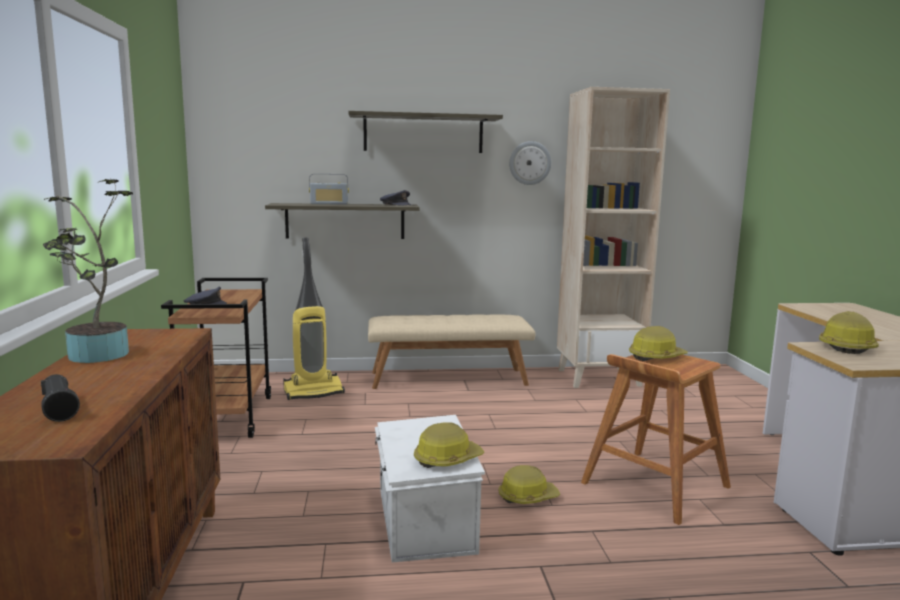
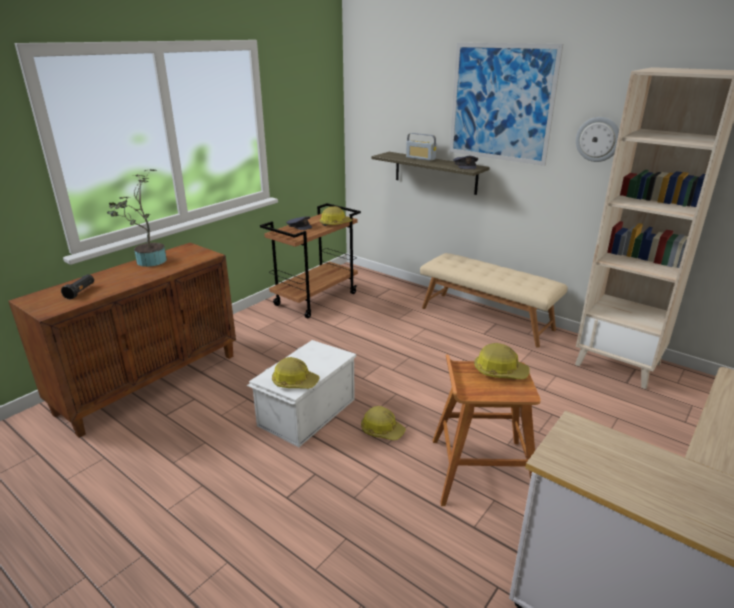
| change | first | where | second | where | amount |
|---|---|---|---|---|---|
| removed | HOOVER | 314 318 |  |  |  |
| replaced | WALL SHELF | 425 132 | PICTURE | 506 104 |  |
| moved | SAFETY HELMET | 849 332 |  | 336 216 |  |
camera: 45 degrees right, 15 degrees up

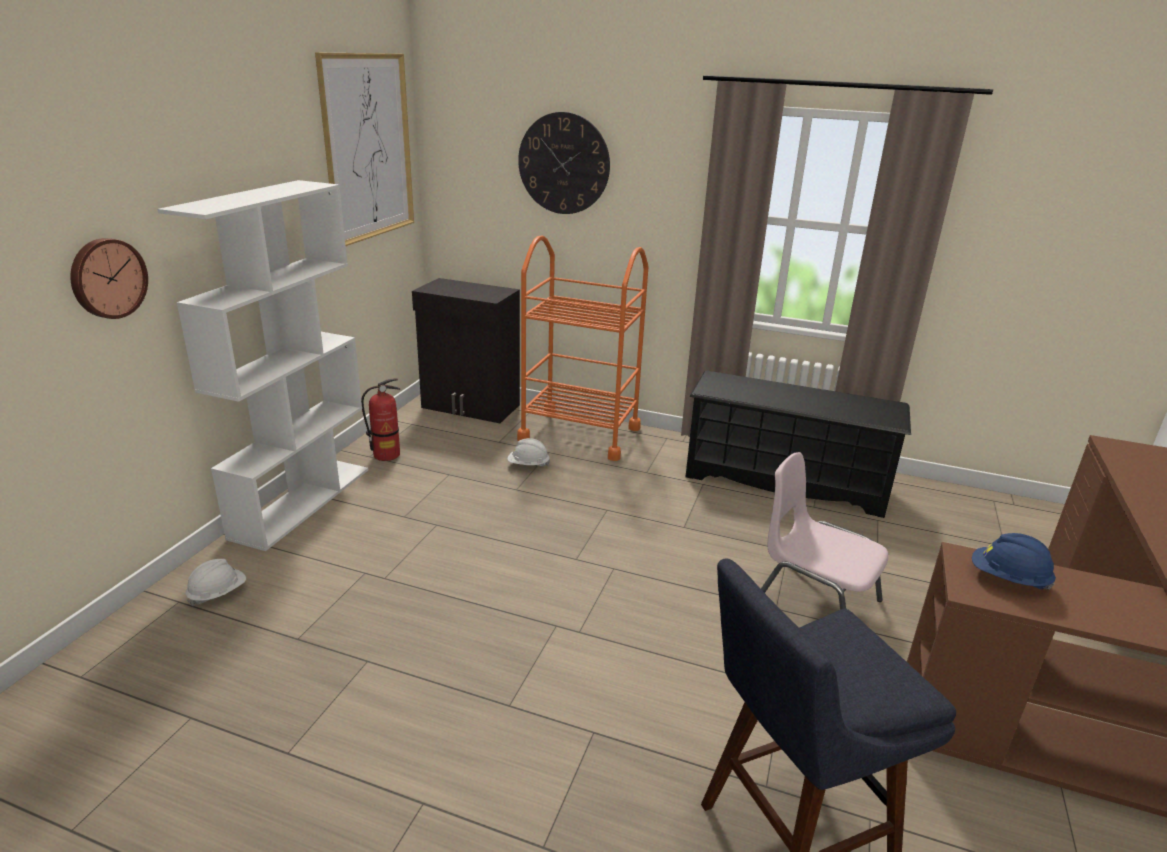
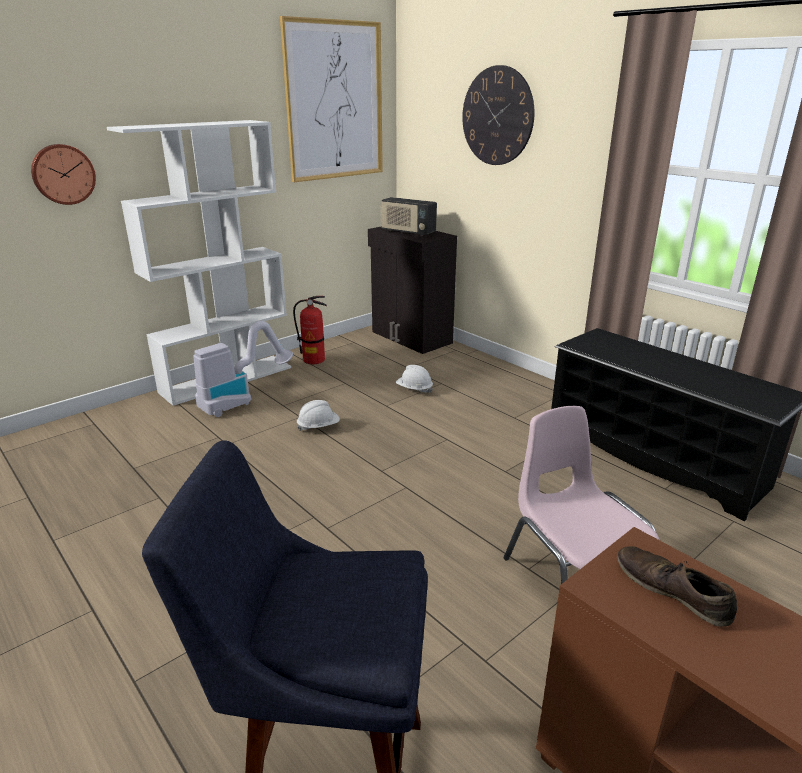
| change | first | where | second | where | amount |
|---|---|---|---|---|---|
| moved | WHITE SAFETY HELMET | 215 582 |  | 318 415 |  |
| removed | ORANGEY WHEELED CART | 583 348 |  |  |  |
| replaced | BLUE-COLOURED SAFETY HELMET | 1014 561 | BROWNISH LOW SHOE | 677 586 |  |
| added |  |  | HOOVER | 243 369 |  |
| added |  |  | RADIO | 409 216 |  |
camera: 30 degrees right, 0 degrees up

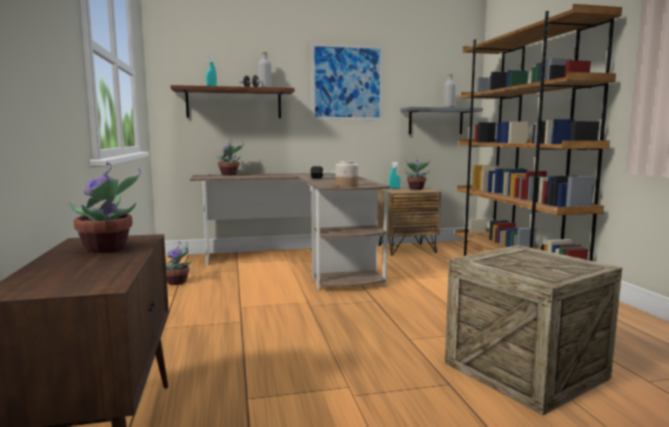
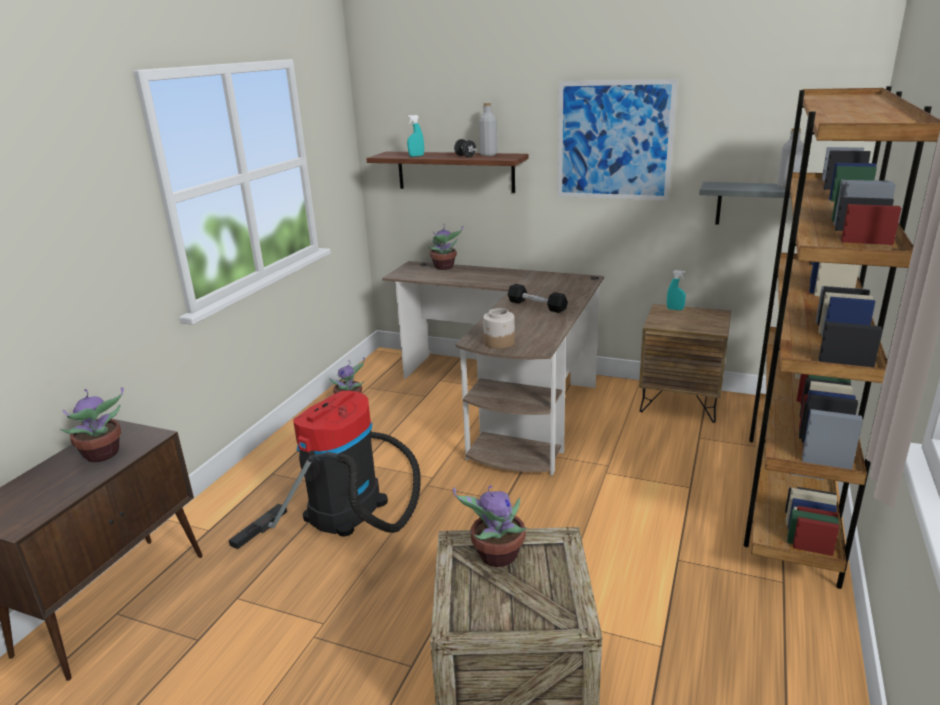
| change | first | where | second | where | amount |
|---|---|---|---|---|---|
| moved | POTTED PLANT | 417 173 |  | 490 526 |  |
| added |  |  | HOOVER | 325 470 |  |
camera: 35 degrees right, 15 degrees up

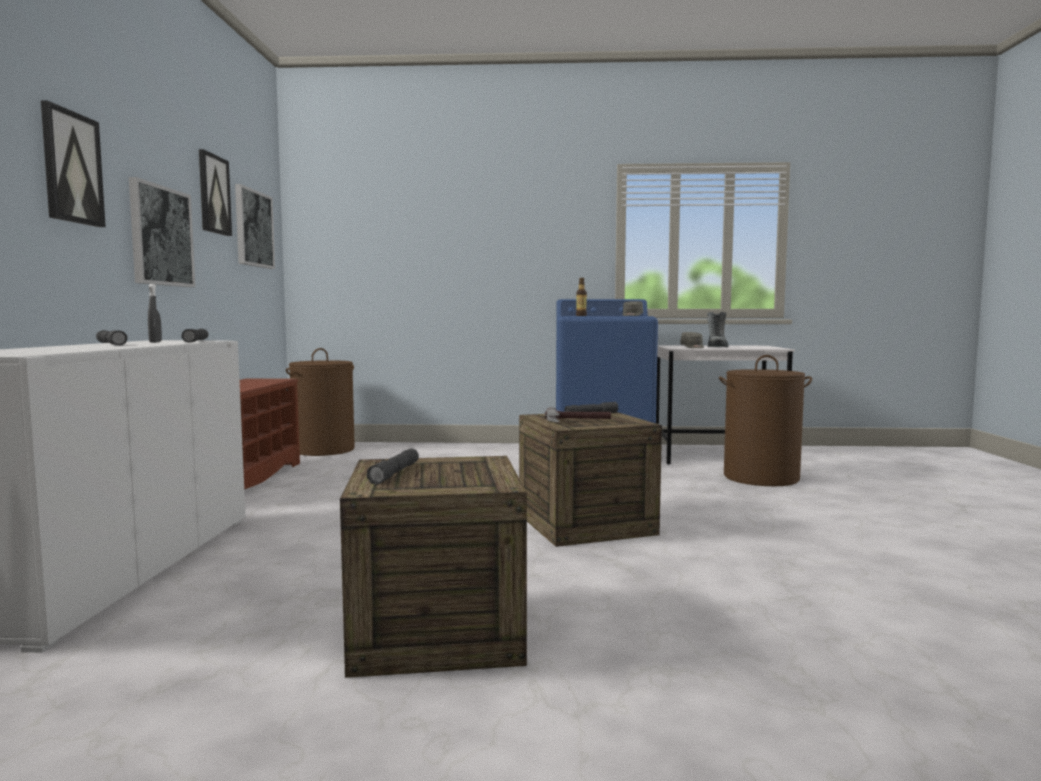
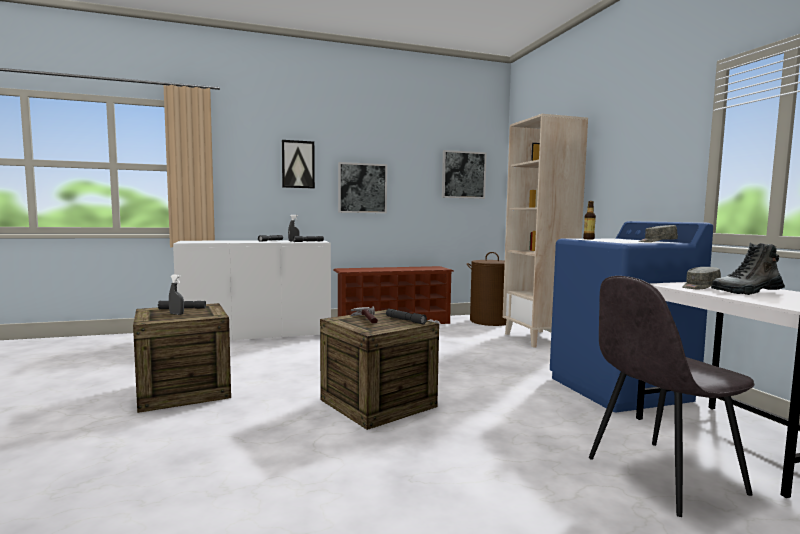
| change | first | where | second | where | amount |
|---|---|---|---|---|---|
| removed | PICTURE | 215 192 |  |  |  |
| replaced | BROWNISH WASHING BASKET | 765 420 | GRAY CHAIR | 671 396 |  |
| added |  |  | GRAY SPRAY BOTTLE | 176 294 |  |
| added |  |  | BEIGE SHELVING UNIT | 545 231 |  |
camera: 70 degrees right, 0 degrees up

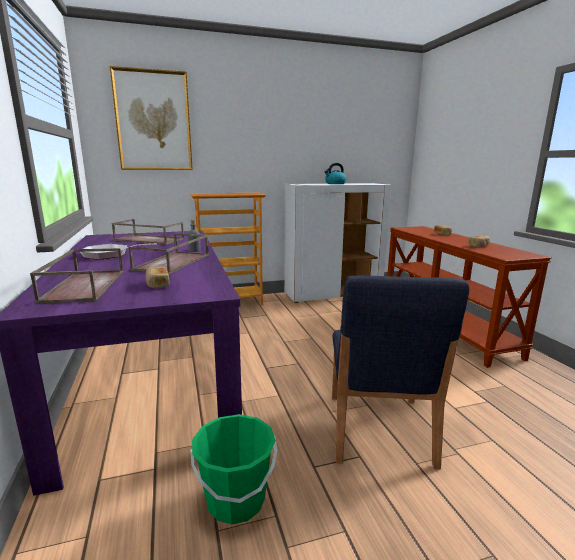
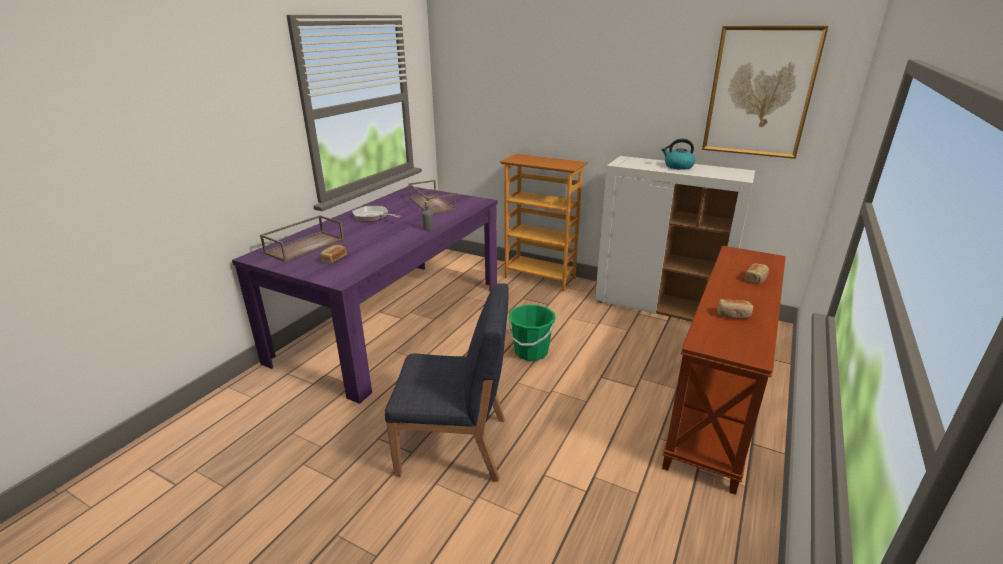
| change | first | where | second | where | amount |
|---|---|---|---|---|---|
| moved | PICTURE | 151 118 |  | 765 92 |  |
| removed | BROWNISH CARRYING TRAY | 169 253 |  |  |  |
| moved | GREENISH WATER BUCKET | 233 469 |  | 532 333 |  |
| turned | BLUE-COLOURED CHAIR | 401 372 |  | 447 383 | 135 degrees counterclockwise |
camera: 45 degrees right, 10 degrees up

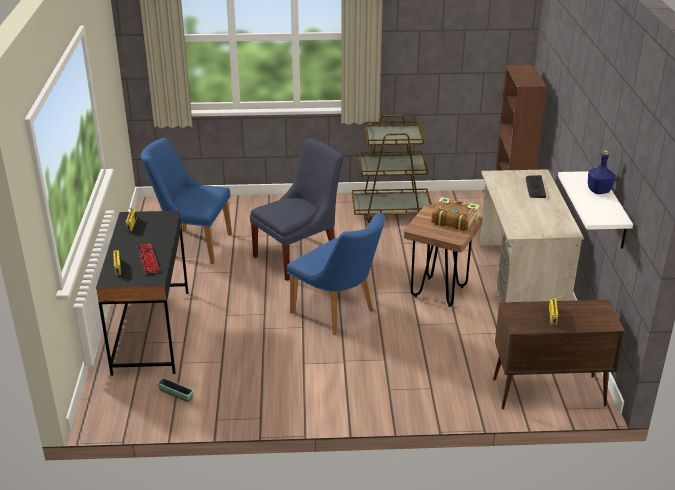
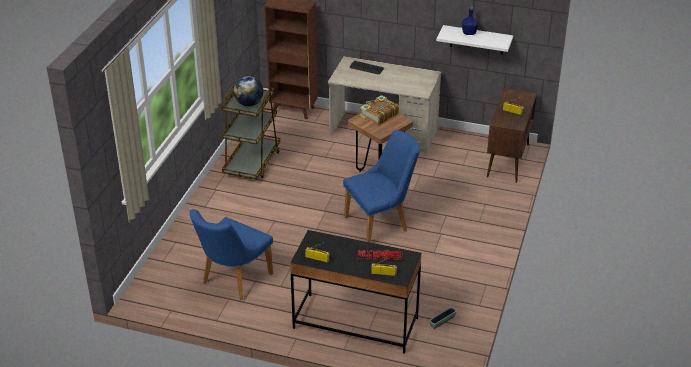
| change | first | where | second | where | amount |
|---|---|---|---|---|---|
| removed | BLUE-COLOURED CHAIR | 297 209 |  |  |  |
| added |  |  | GLOBE | 248 91 |  |
camera: 70 degrees left, 5 degrees up

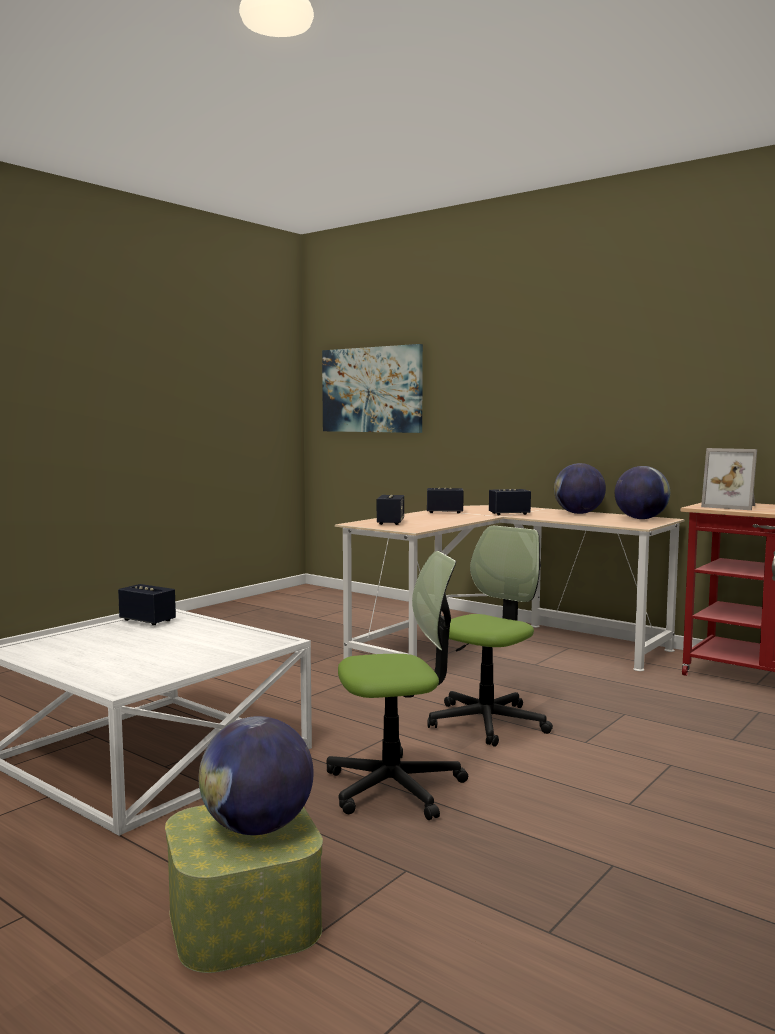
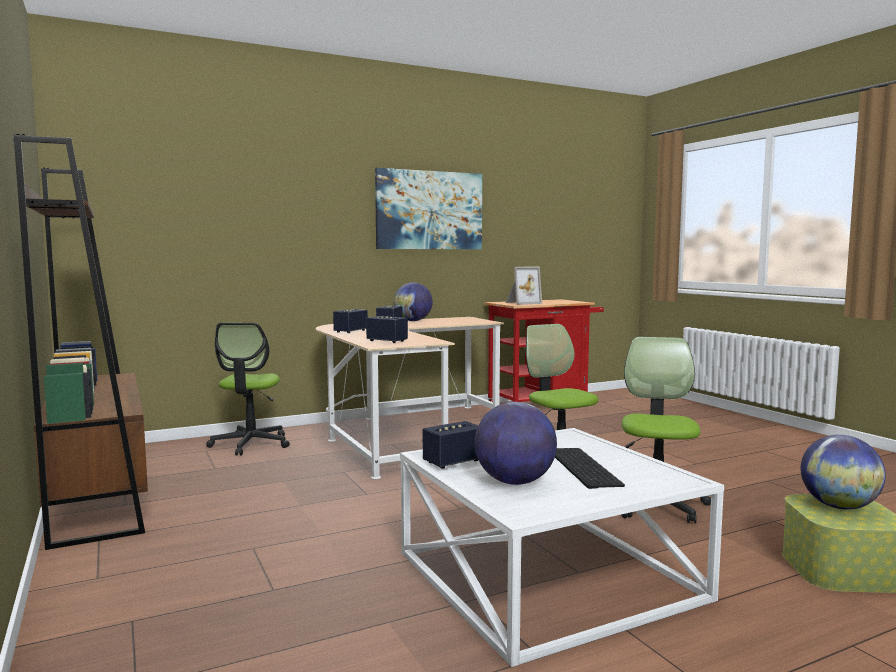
| change | first | where | second | where | amount |
|---|---|---|---|---|---|
| moved | PICTURE | 372 388 |  | 428 208 |  |
| moved | GLOBE | 642 492 |  | 516 443 |  |
| added |  |  | BROWNISH SHELVING UNIT | 80 342 |  |
| added |  |  | OFFICE CHAIR | 248 389 |  |
| added |  |  | KEYBOARD | 590 468 |  |
camera: 65 degrees left, 0 degrees up

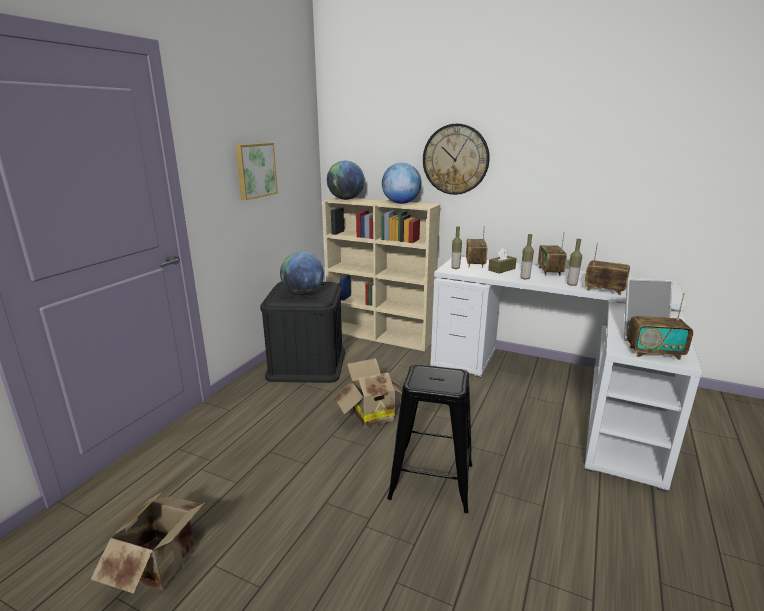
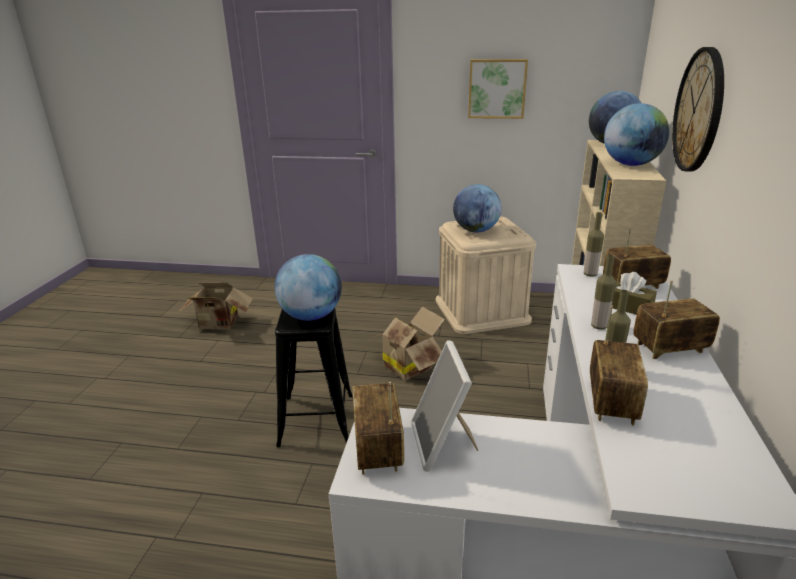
| change | first | where | second | where | amount |
|---|---|---|---|---|---|
| recoloured | BLACK STORAGE BIN | 302 332 | BEIGE STORAGE BIN | 486 275 |  |
| added |  |  | GLOBE | 308 287 |  |
camera: 75 degrees right, 5 degrees up

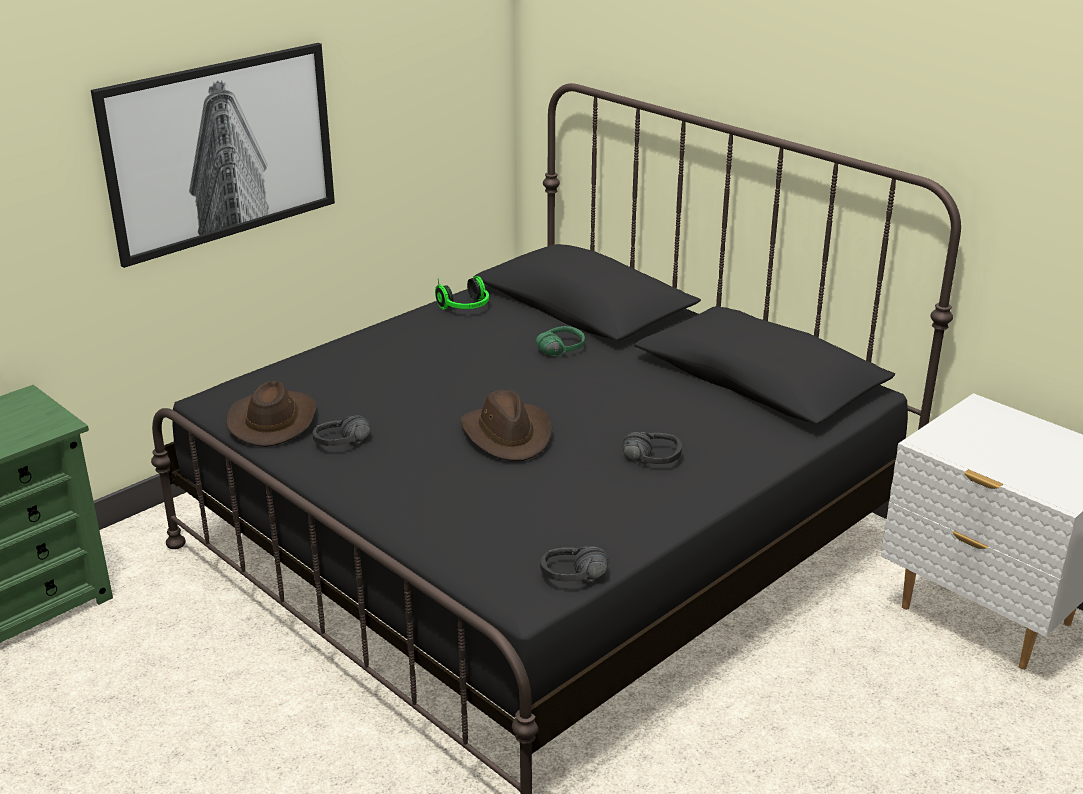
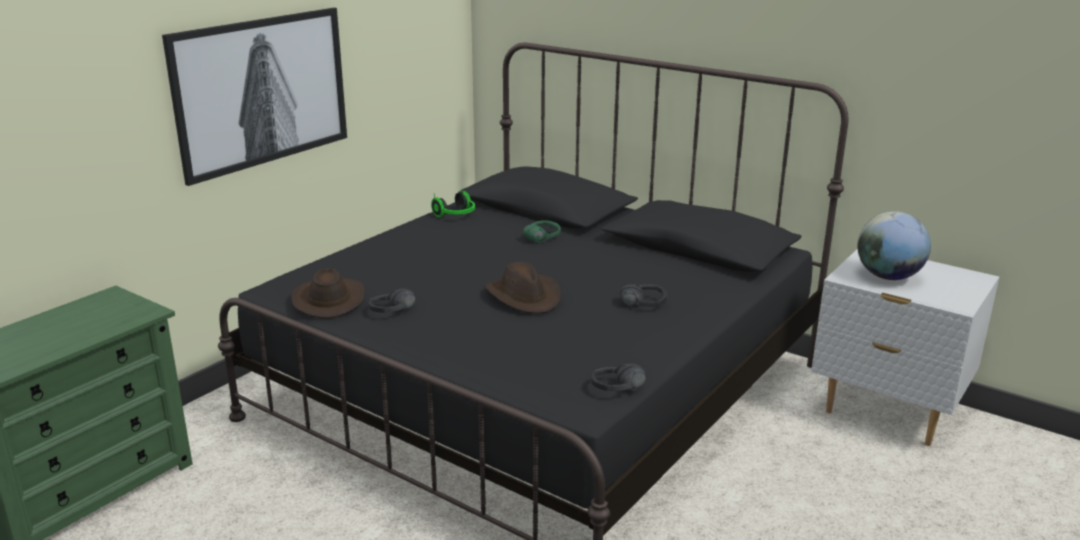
| change | first | where | second | where | amount |
|---|---|---|---|---|---|
| added |  |  | GLOBE | 894 245 |  |
camera: 10 degrees left, 5 degrees down

